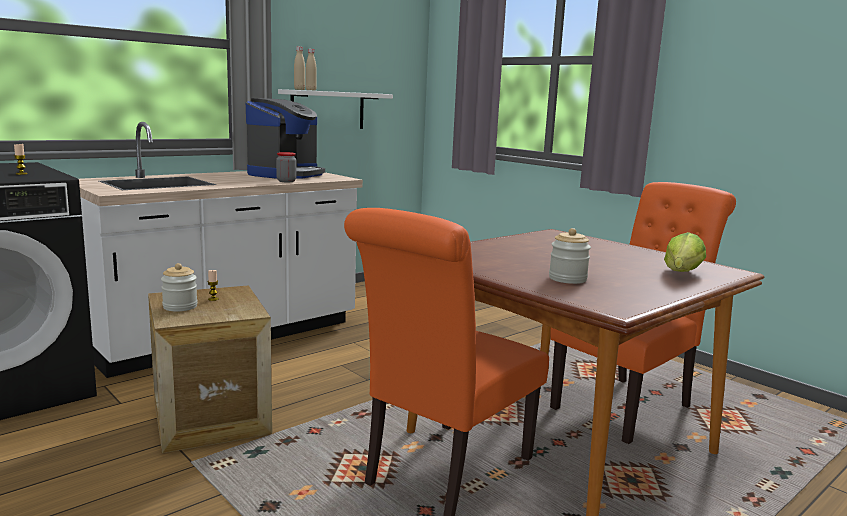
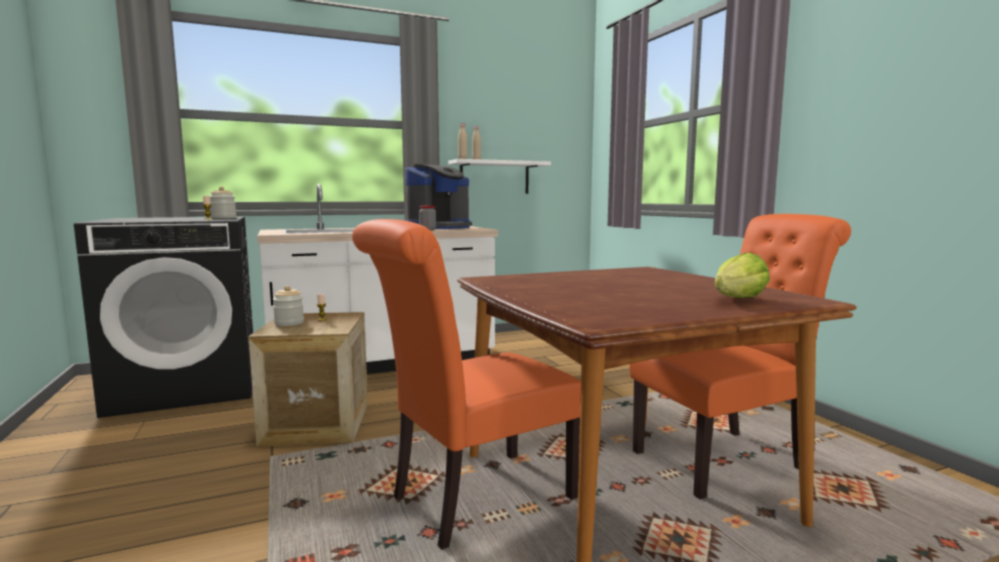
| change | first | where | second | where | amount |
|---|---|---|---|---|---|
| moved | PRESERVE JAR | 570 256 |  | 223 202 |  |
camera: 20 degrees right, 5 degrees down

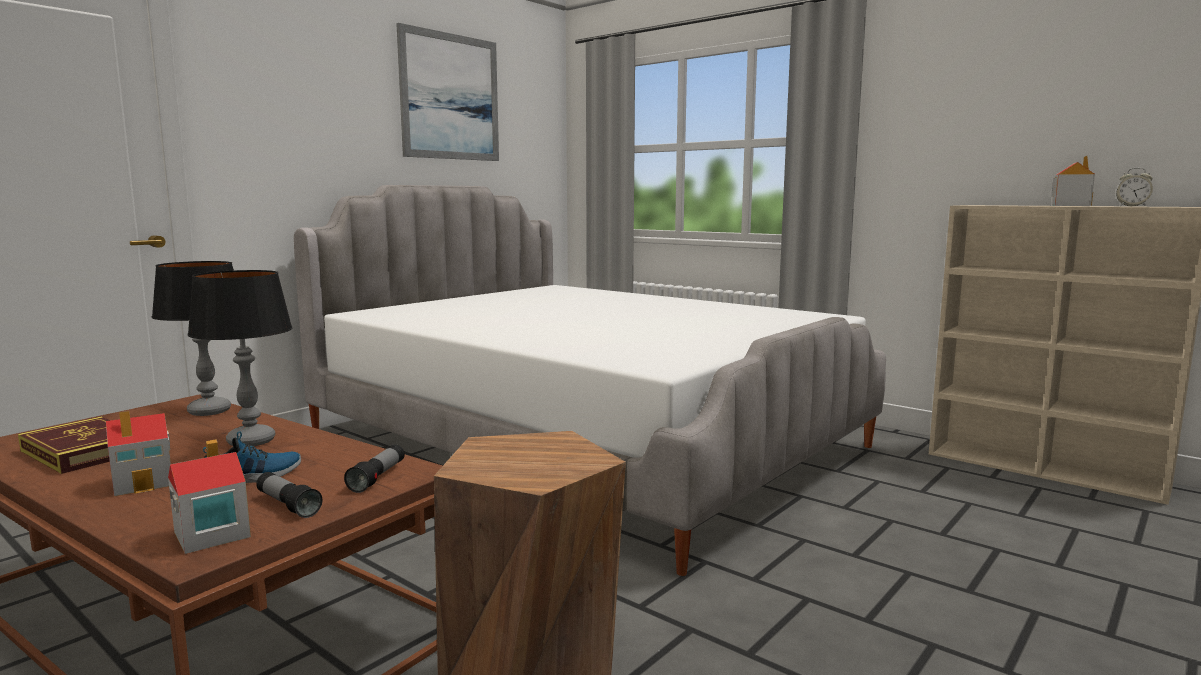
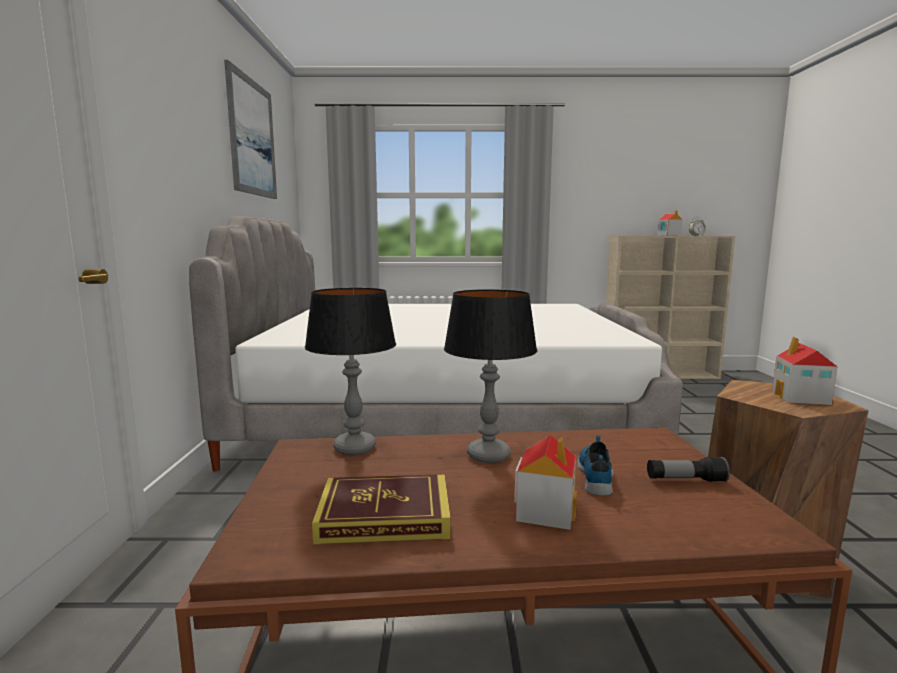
| change | first | where | second | where | amount |
|---|---|---|---|---|---|
| moved | TOY HOUSE | 209 496 |  | 804 371 |  |
| removed | HAND TORCH | 374 468 |  |  |  |
camera: 40 degrees left, 0 degrees up

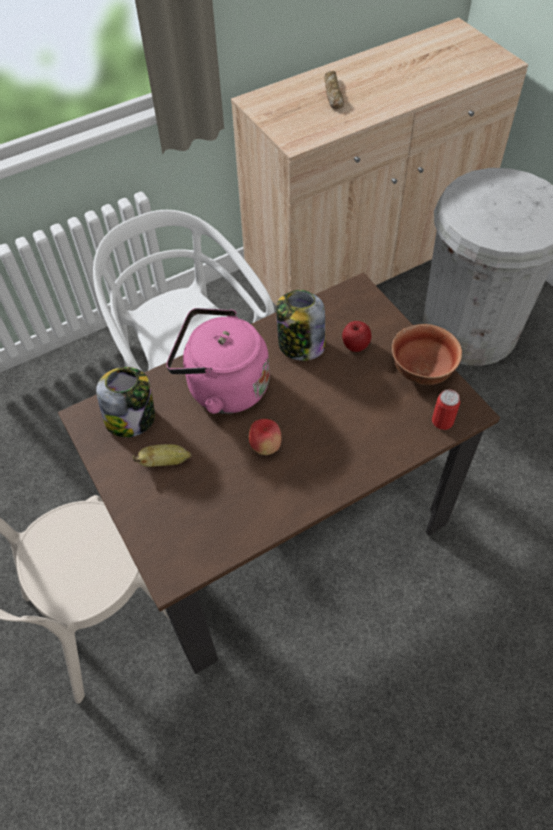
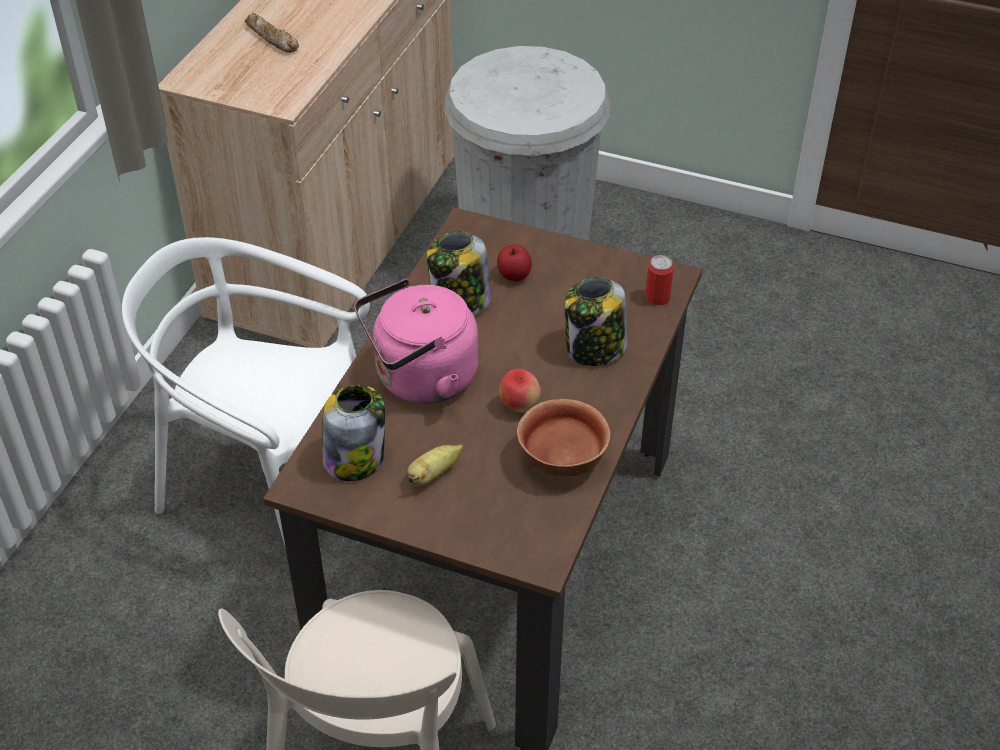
| change | first | where | second | where | amount |
|---|---|---|---|---|---|
| moved | BOWL | 427 354 |  | 563 438 |  |
| added |  |  | PRESERVE JAR | 596 321 |  |
camera: 40 degrees left, 10 degrees down

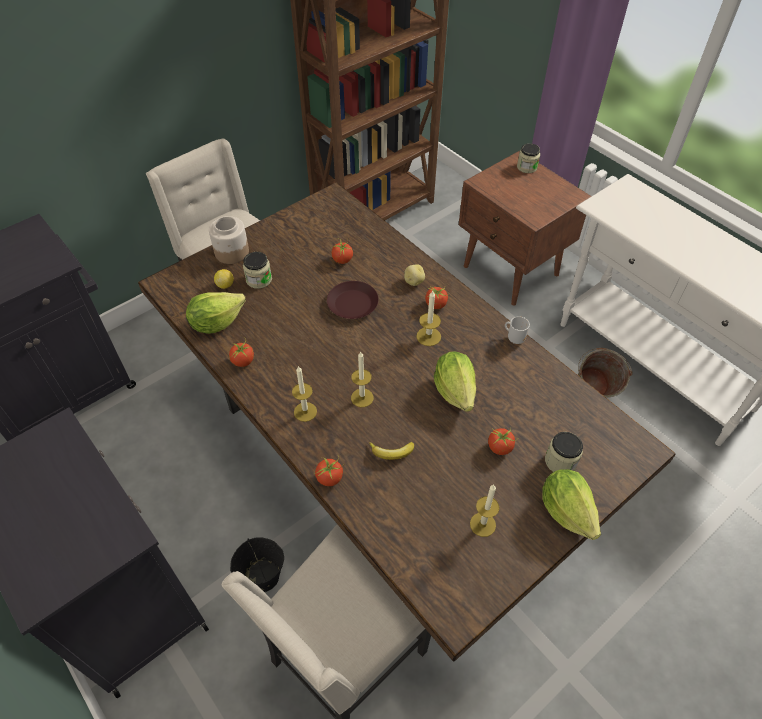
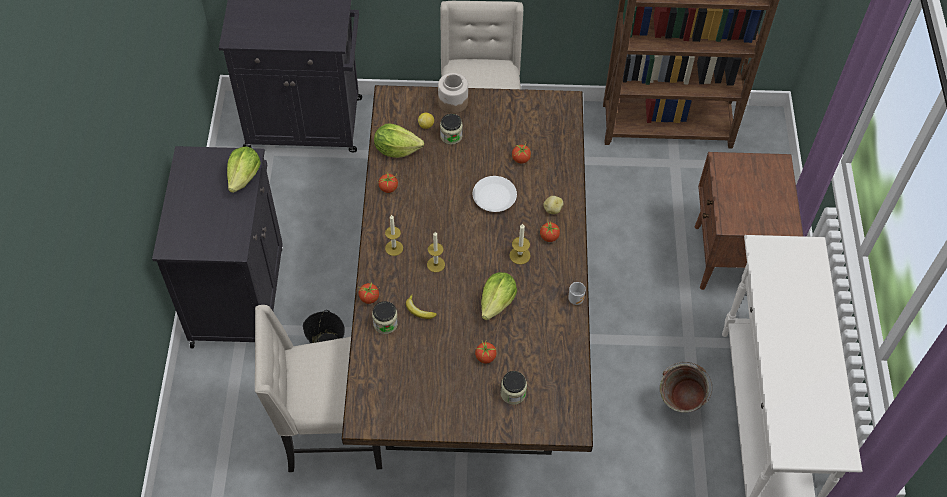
| change | first | where | second | where | amount |
|---|---|---|---|---|---|
| recoloured | BROWNISH PLATE | 353 300 | WHITE PLATE | 495 194 |  |
| removed | WAX LIGHT | 484 511 |  |  |  |
| moved | PRESERVE JAR | 528 158 |  | 385 317 |  |
| moved | LETTUCE HEAD | 572 504 |  | 244 170 |  |
camera: 40 degrees right, 5 degrees up

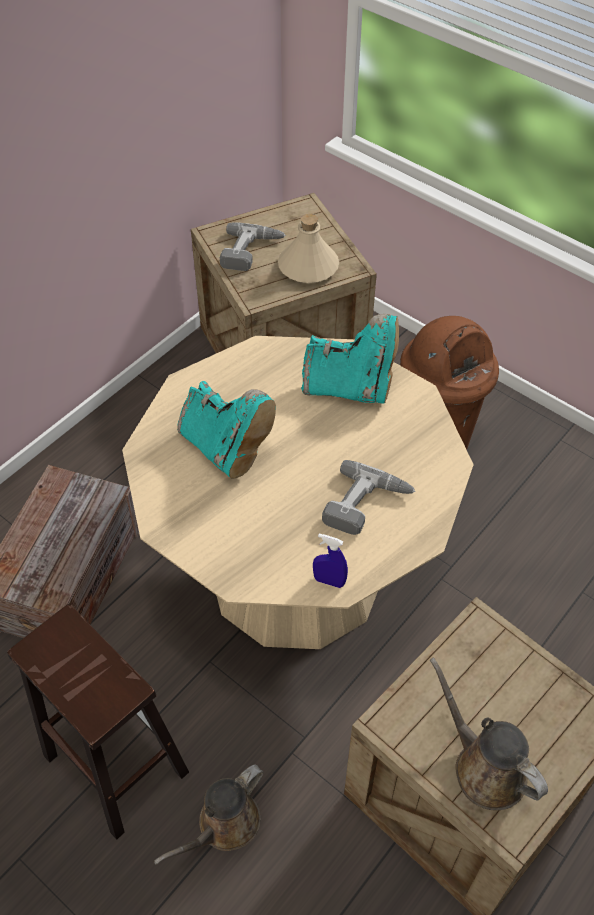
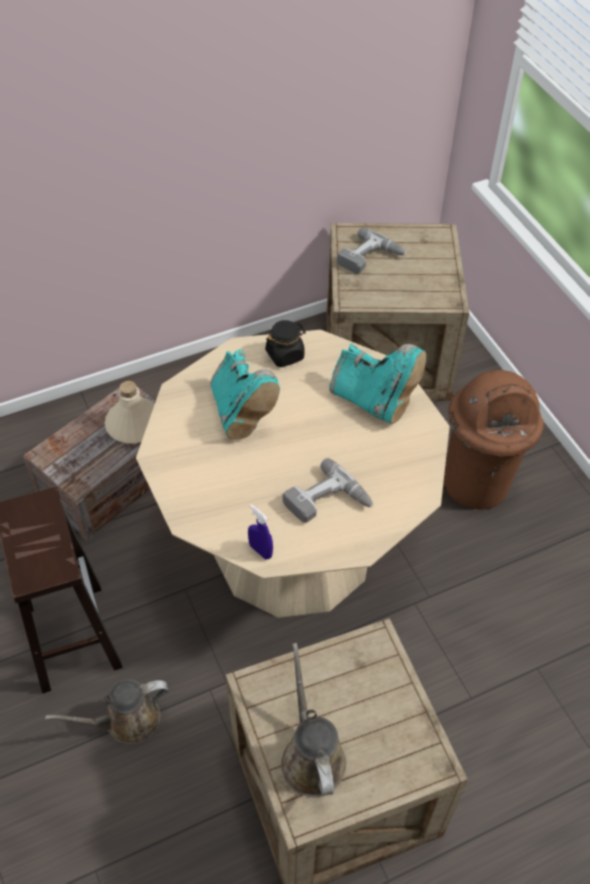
| change | first | where | second | where | amount |
|---|---|---|---|---|---|
| moved | BEIGE BOTTLE | 308 248 |  | 130 412 |  |
| added |  |  | BLACK PRESERVE JAR | 285 343 |  |
camera: 25 degrees right, 0 degrees up

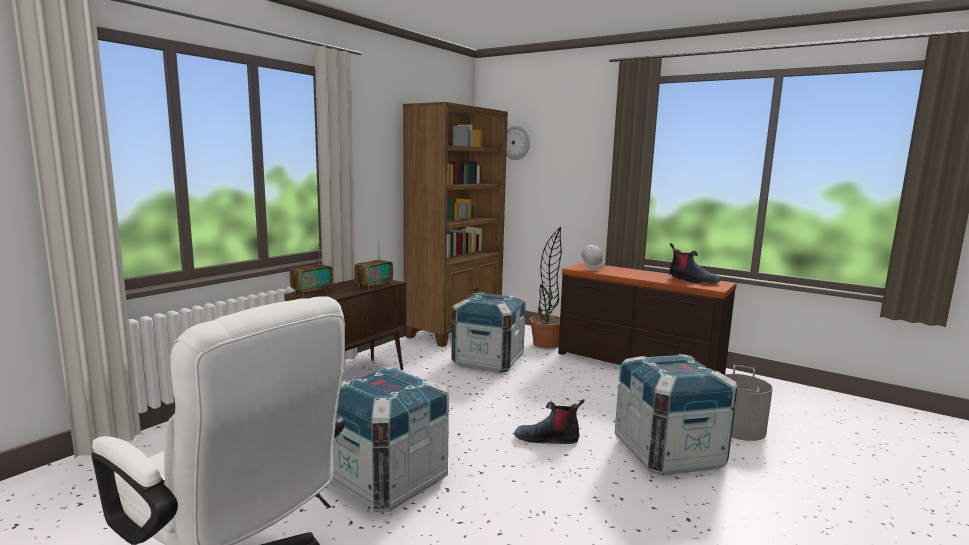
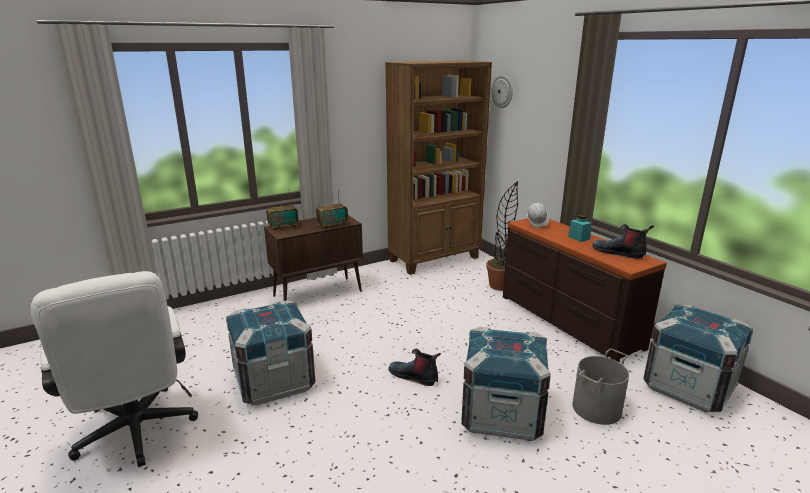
| change | first | where | second | where | amount |
|---|---|---|---|---|---|
| moved | PACKING CRATE | 488 332 |  | 698 358 |  |
| turned | TALL BOOT | 694 263 |  | 623 241 | 150 degrees clockwise |
| added |  |  | TURQUOISE-COLOURED PRESERVE JAR | 580 228 |  |
camera: 25 degrees right, 10 degrees up

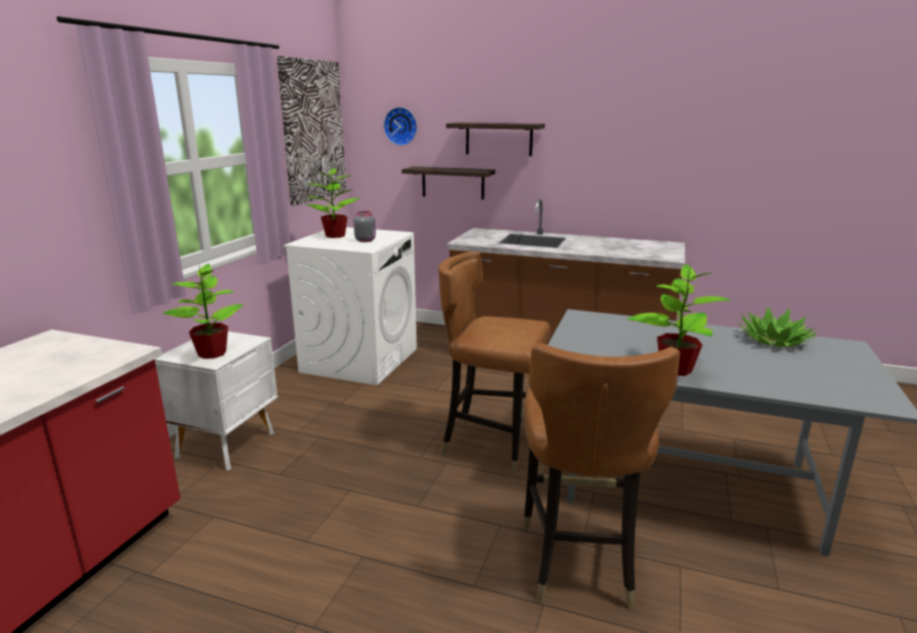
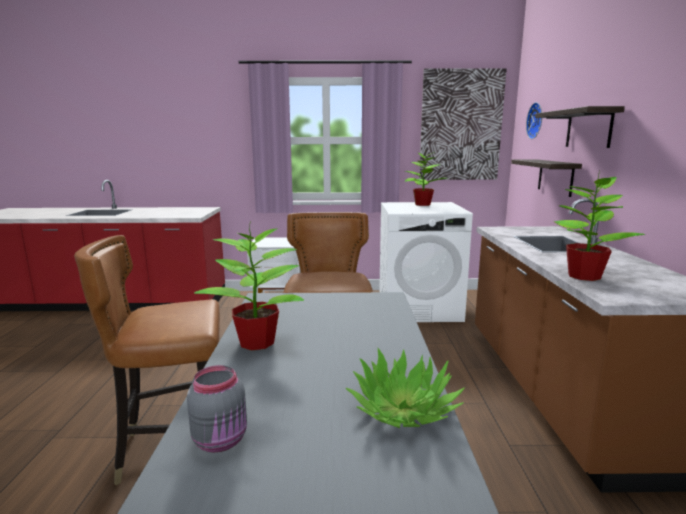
| change | first | where | second | where | amount |
|---|---|---|---|---|---|
| moved | POTTED PLANT | 203 311 |  | 600 225 |  |
| moved | GRAY PRESERVE JAR | 365 226 |  | 217 408 |  |
camera: 70 degrees right, 5 degrees down

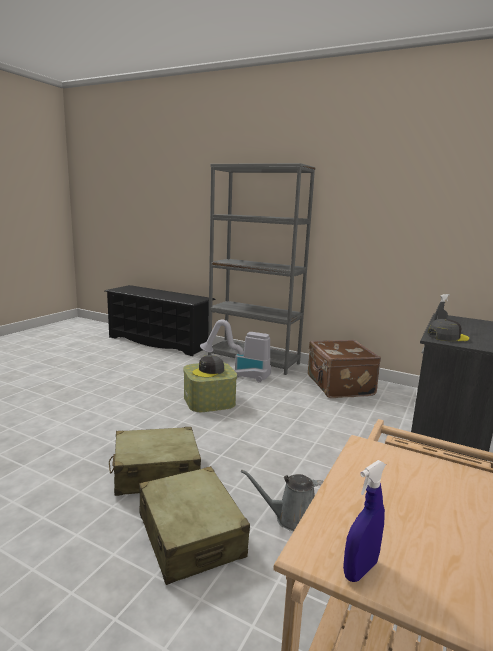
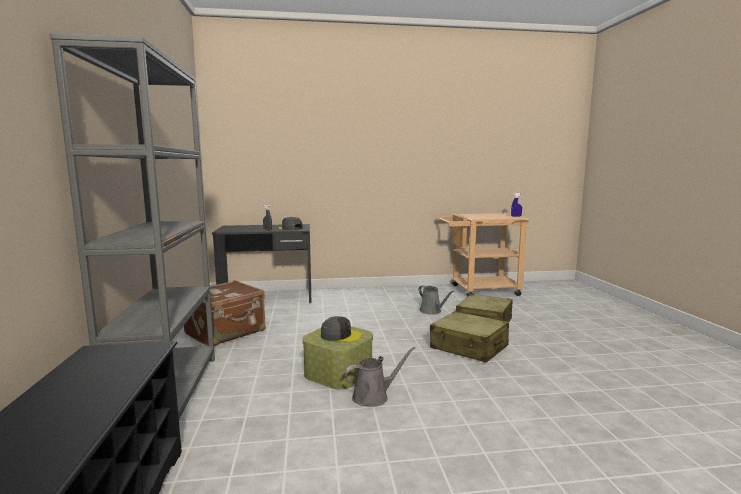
| change | first | where | second | where | amount |
|---|---|---|---|---|---|
| removed | HOOVER | 235 350 |  |  |  |
| added |  |  | GRAY WATERING POT | 380 377 |  |
camera: 125 degrees left, 5 degrees down

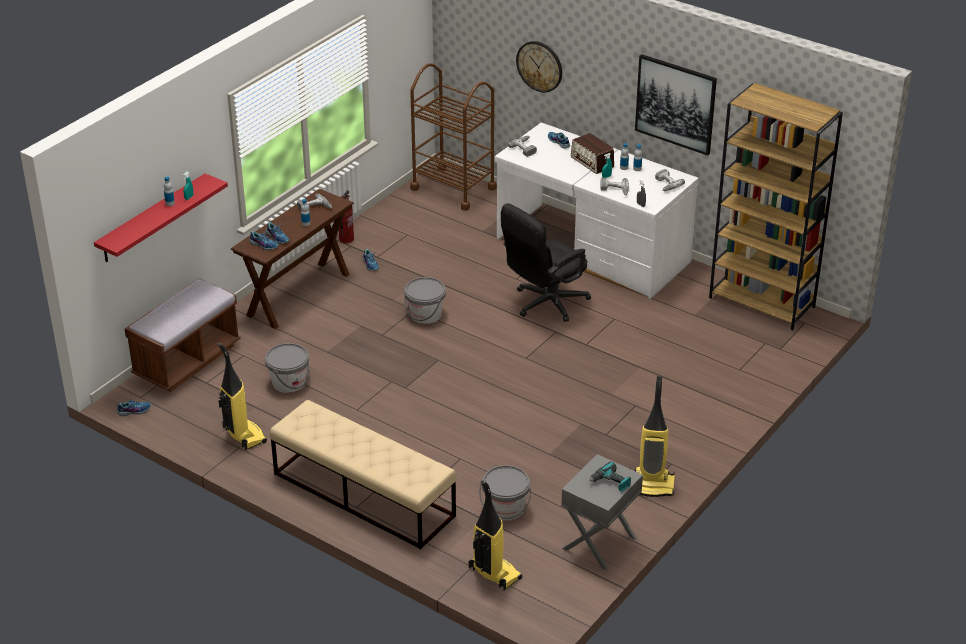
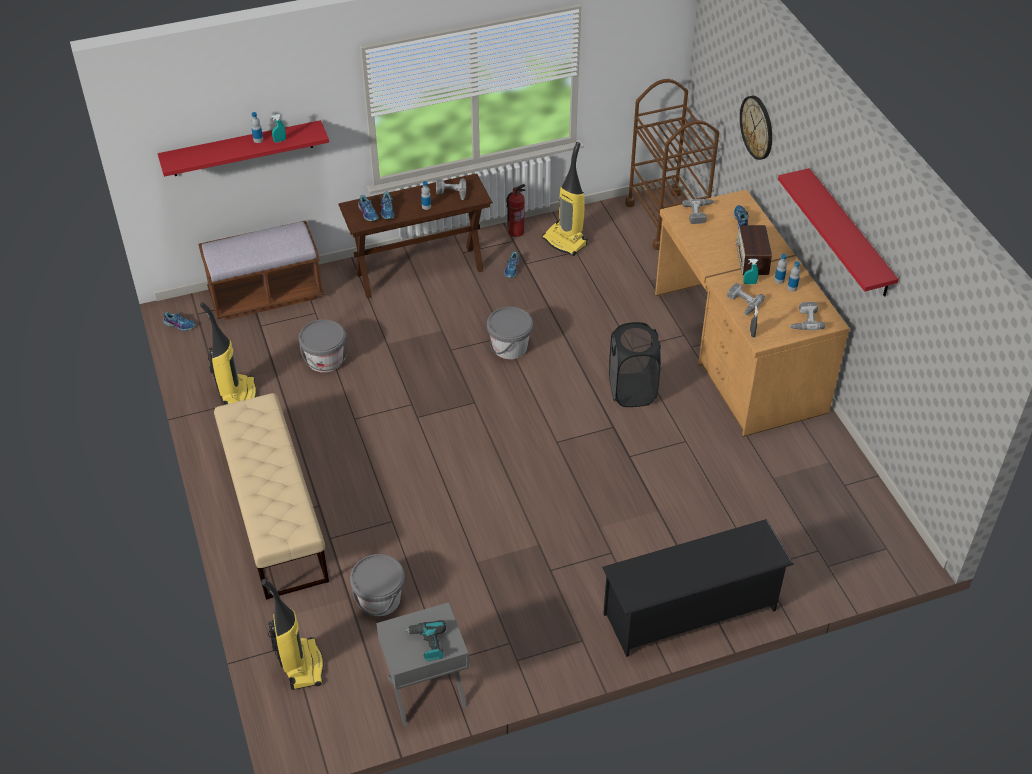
| change | first | where | second | where | amount |
|---|---|---|---|---|---|
| recoloured | WHITE DESK | 597 211 | BROWNISH DESK | 752 313 |  |
| replaced | BLACK OFFICE CHAIR | 546 262 | BLACK WASHING BASKET | 635 364 |  |
| moved | HOOVER | 652 436 |  | 565 199 |  |
| replaced | PICTURE | 676 105 | RED WALL SHELF | 838 232 |  |
| removed | BROWNISH SHELVING UNIT | 776 206 |  |  |  |
| added |  |  | BLACK SHOE SHELF | 698 588 |  |
camera: 35 degrees right, 10 degrees up

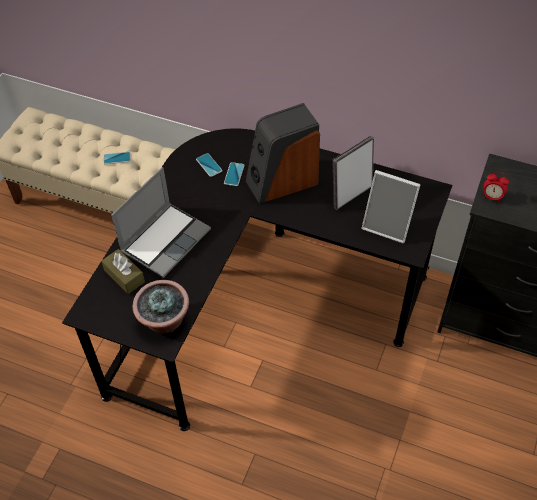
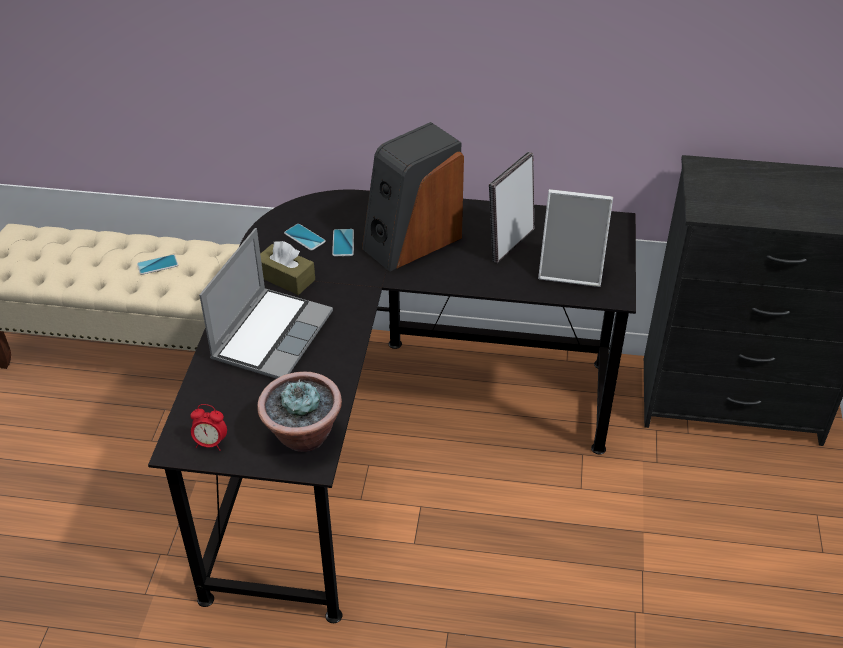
| change | first | where | second | where | amount |
|---|---|---|---|---|---|
| moved | BROWNISH TISSUE BOX | 123 271 |  | 287 268 |  |
| moved | TABLE CLOCK | 496 187 |  | 208 427 |  |
camera: 15 degrees left, 10 degrees down

